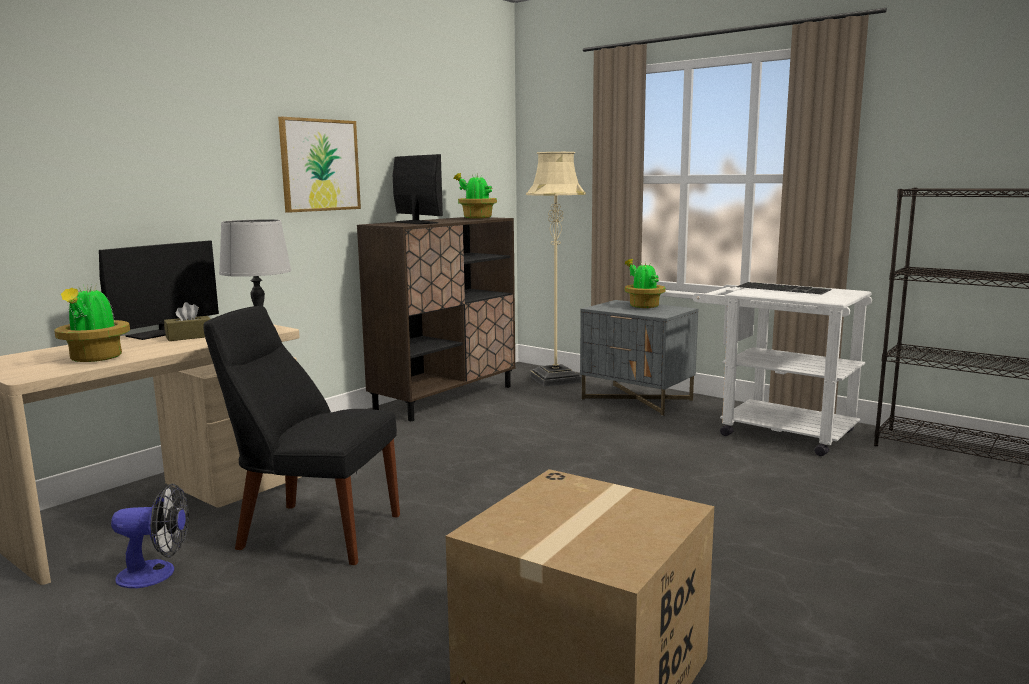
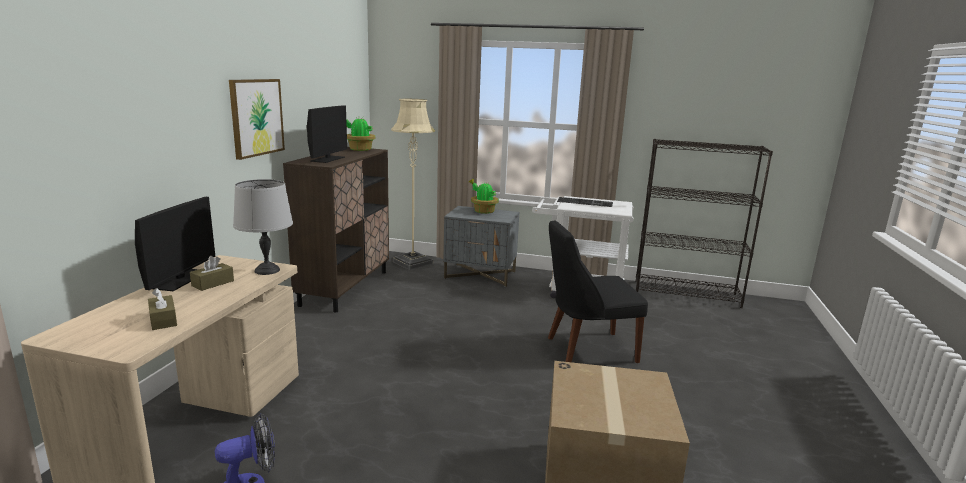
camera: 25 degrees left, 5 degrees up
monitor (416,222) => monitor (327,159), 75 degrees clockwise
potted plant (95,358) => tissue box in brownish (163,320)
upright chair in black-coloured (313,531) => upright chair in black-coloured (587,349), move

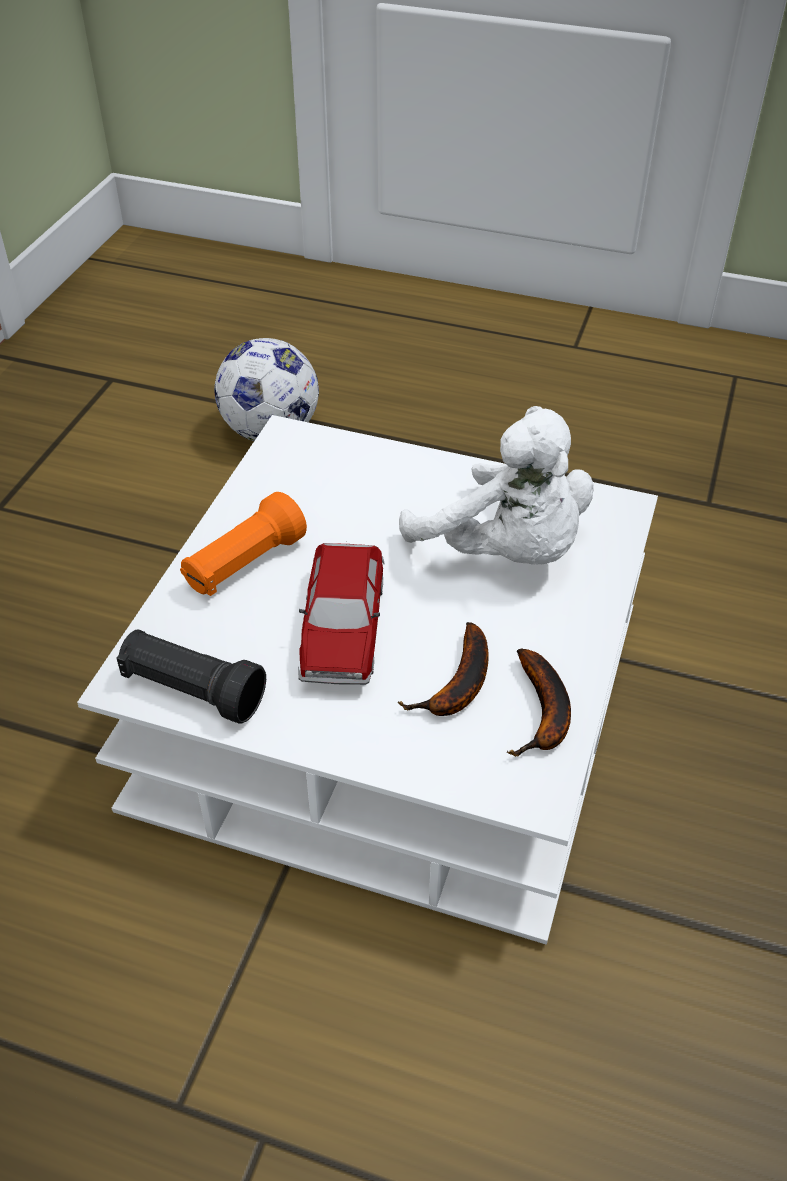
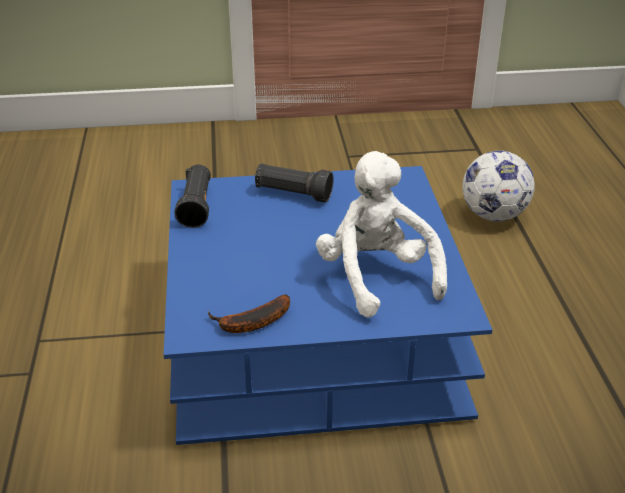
camera: 65 degrees right, 10 degrees down
cuddly toy in whitish (505,551) => cuddly toy in whitish (376,276), 135 degrees clockwise
low table in whitish (393,706) => low table in bluish (312,334)
flashlight in orange-coloured (244,564) => flashlight in black-coloured (293,194)
toy car (342,629) => nothing
banana (457,686) => nothing

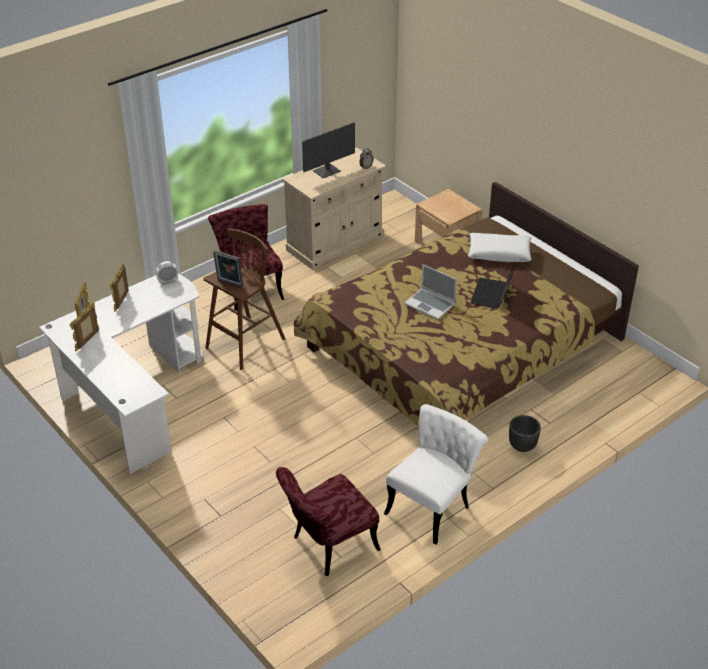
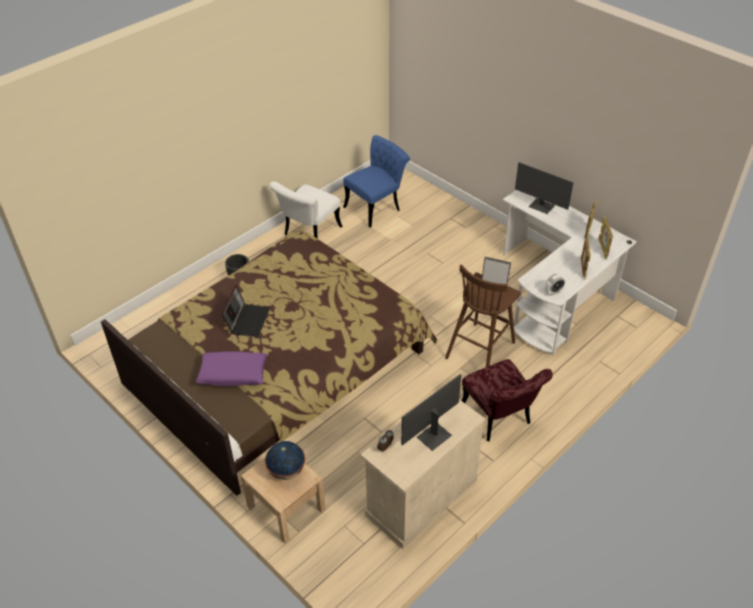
camera: 175 degrees right, 5 degrees up
pillow in whitish (499,253) => pillow in purple-coloured (233,374)
notebook computer (430,305) => nothing
upright chair in red (328,547) => upright chair in bluish (376,206)
nothing => monitor (541,206)
nothing => desk globe (287,471)

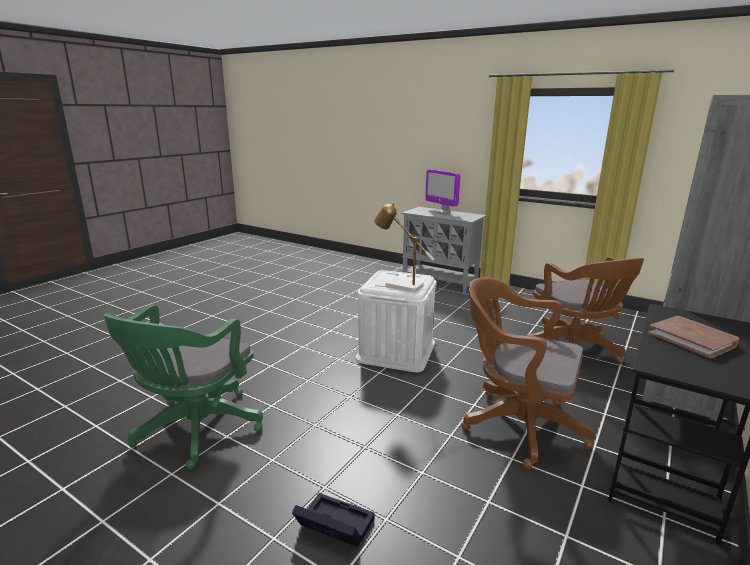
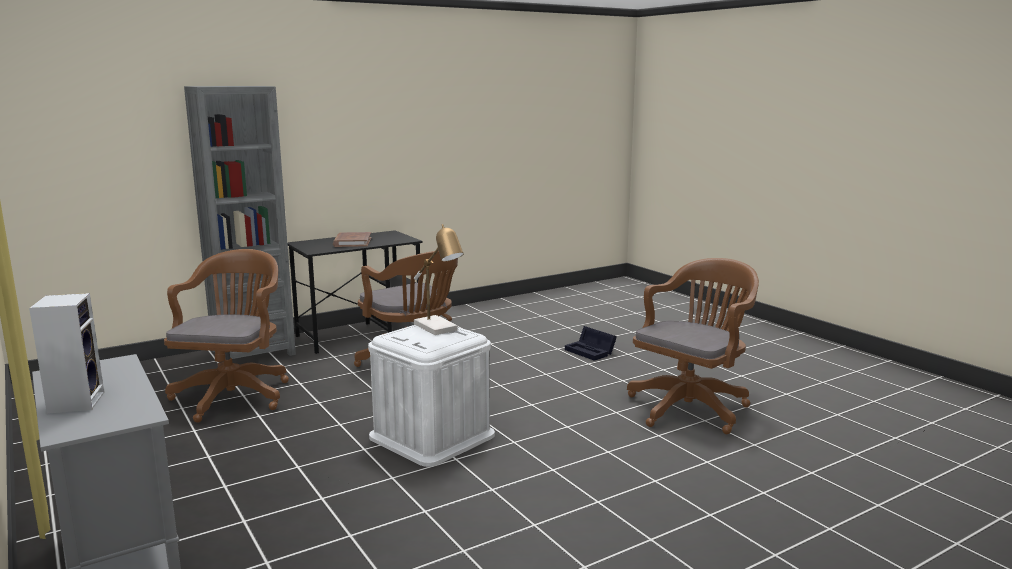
camera: 155 degrees left, 5 degrees down
monitor (441,211) => loudspeaker (76,402)
computer chair in greenish (195,431) => computer chair in brownish (691,407)

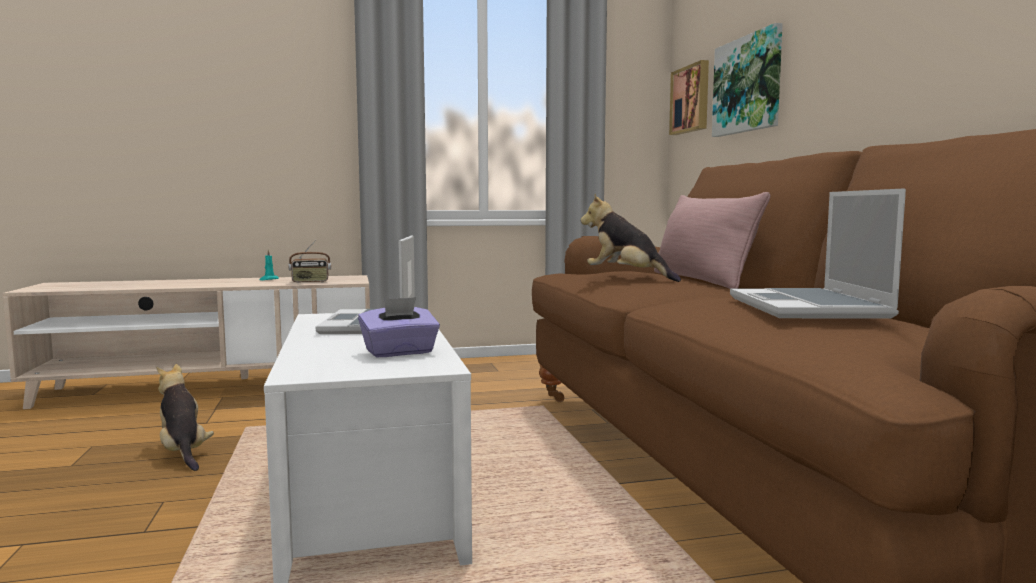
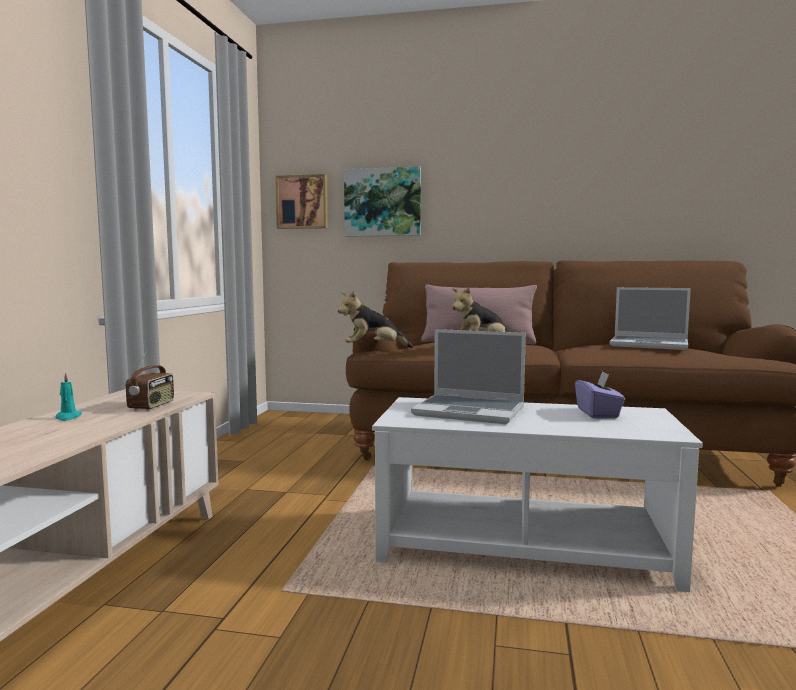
camera: 65 degrees left, 0 degrees up
cuddly toy (183,452) => cuddly toy (373,349), move

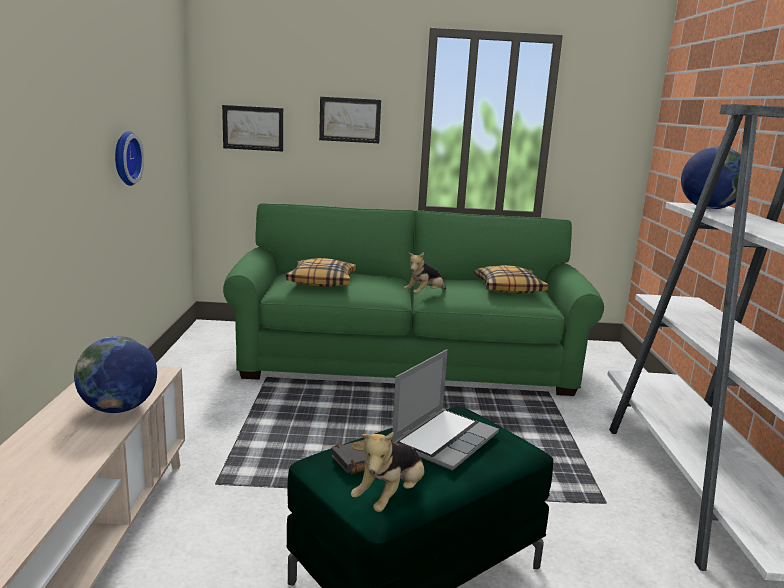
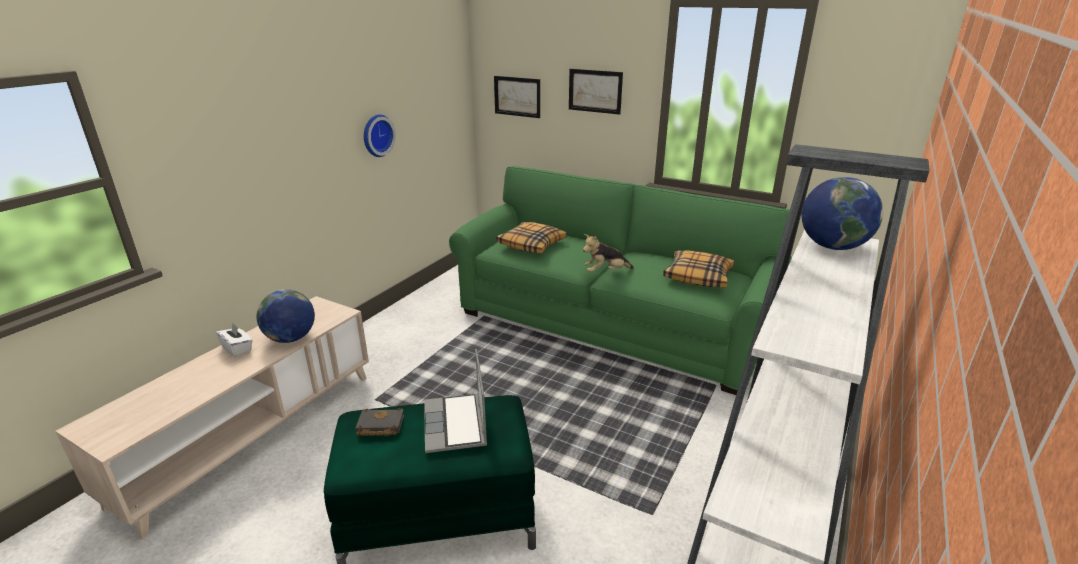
camera: 30 degrees right, 10 degrees up
notebook computer (444,439) => notebook computer (456,425), 105 degrees clockwise
cuddly toy (391,497) => nothing
nothing => tissue box in whitish (237,349)

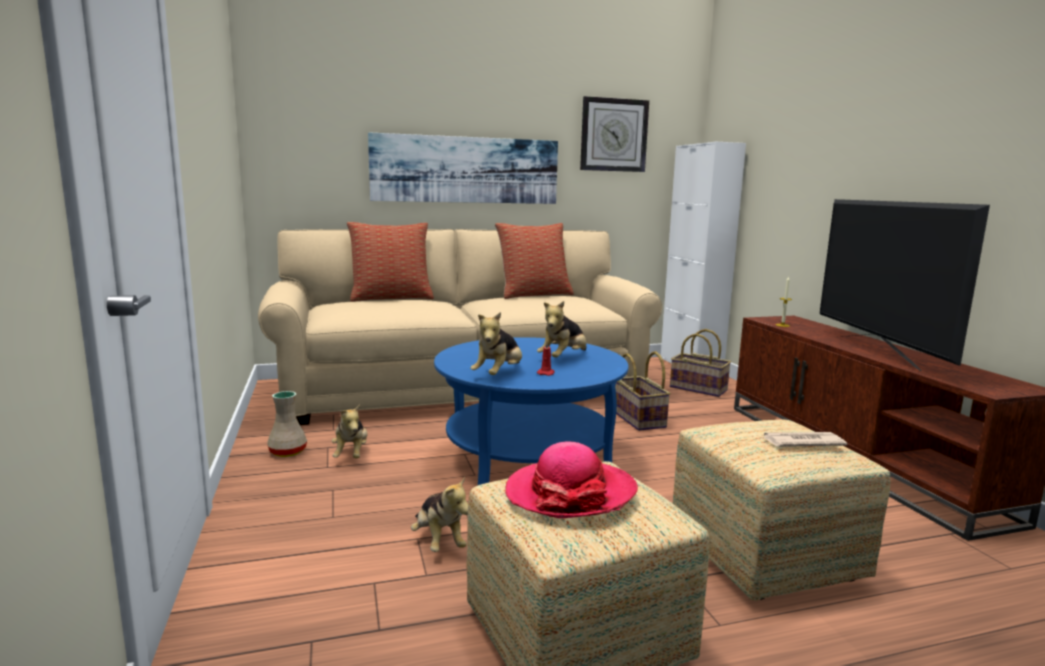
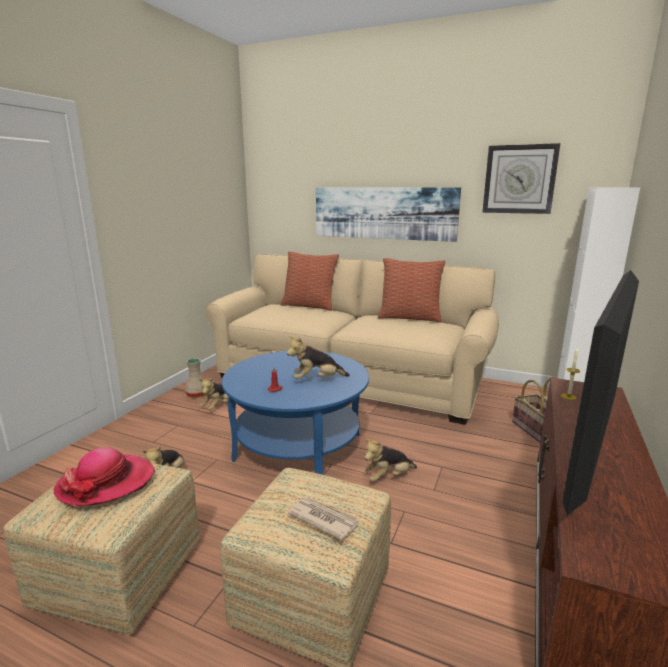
camera: 40 degrees right, 5 degrees up
cuddly toy (498,374) => cuddly toy (388,477), move
household basket (639,419) => nothing

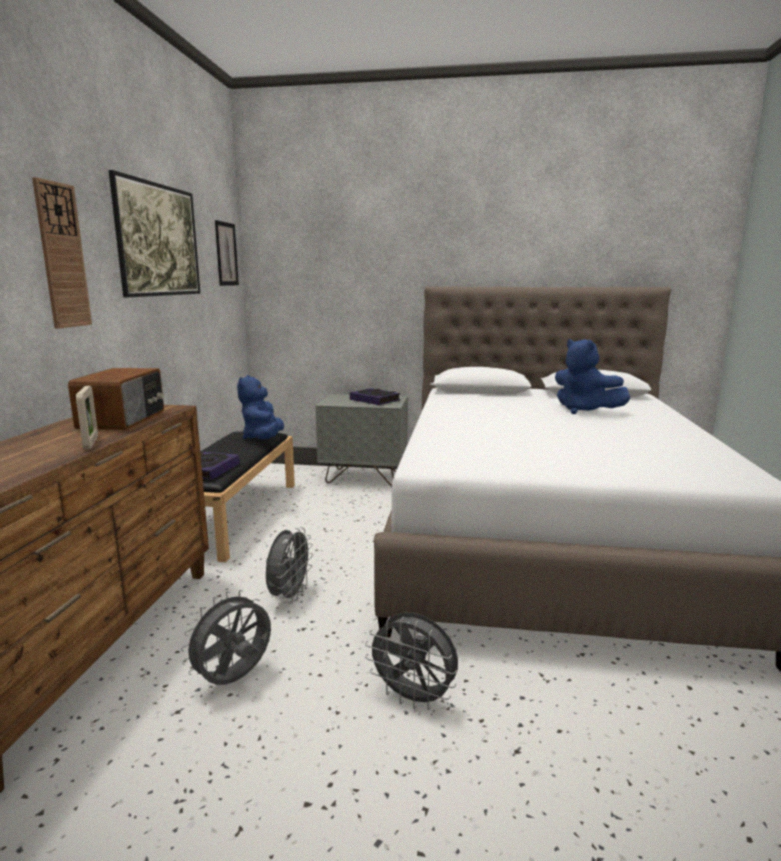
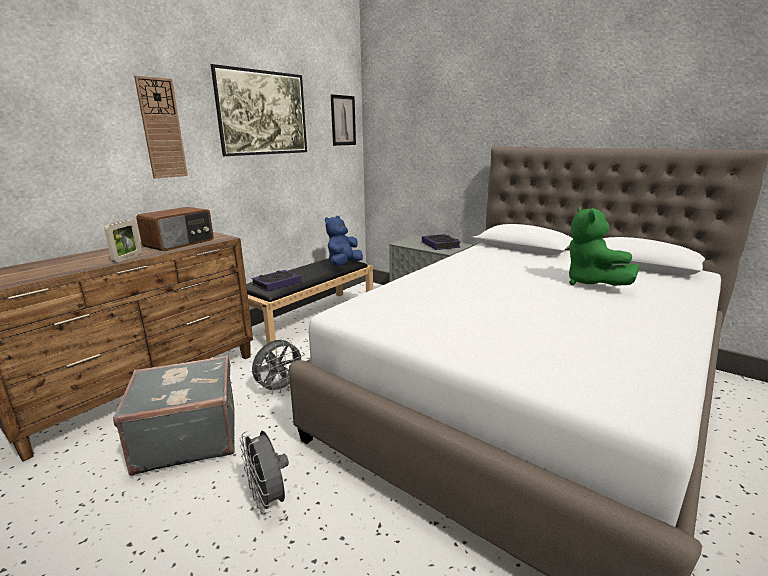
camera: 30 degrees right, 5 degrees up
cuddly toy in bluish (584,410) => cuddly toy in greenish (591,283)
cooling fan in greyish (234,680) => suitcase in greyish (188,437)

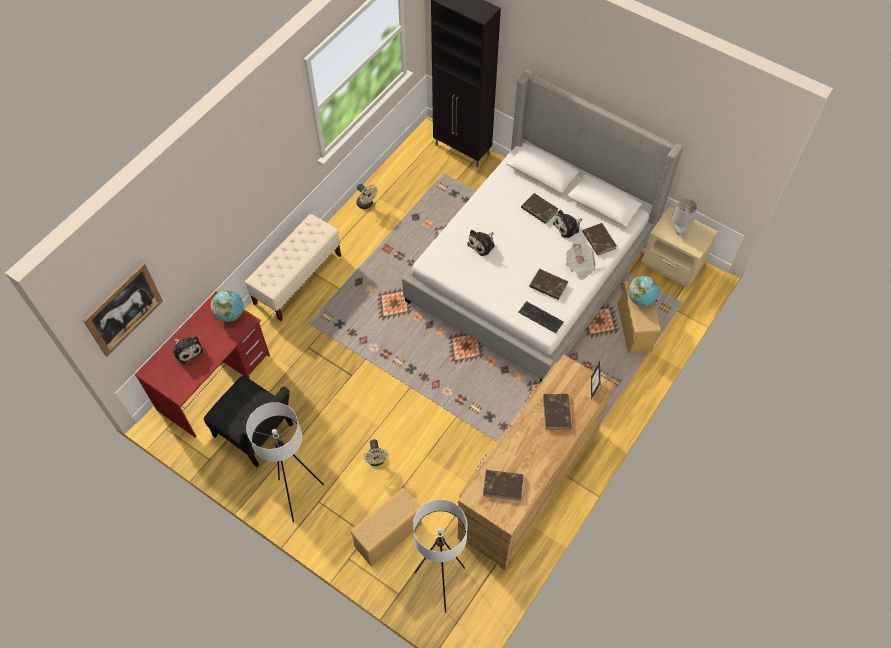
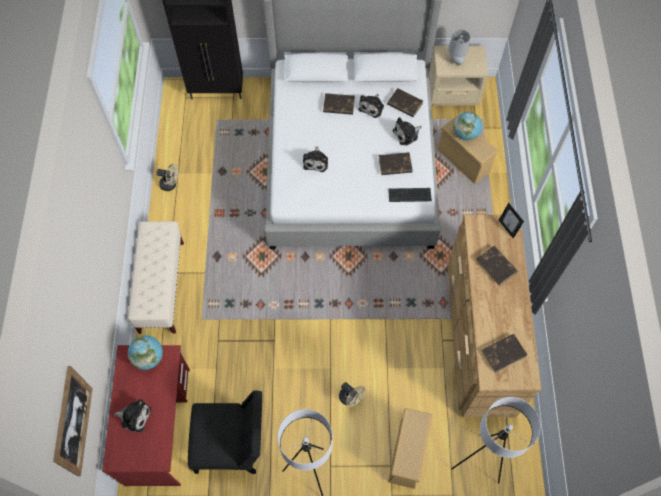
camera: 35 degrees left, 5 degrees up
newspaper (580,266) => cuddly toy (406,134)

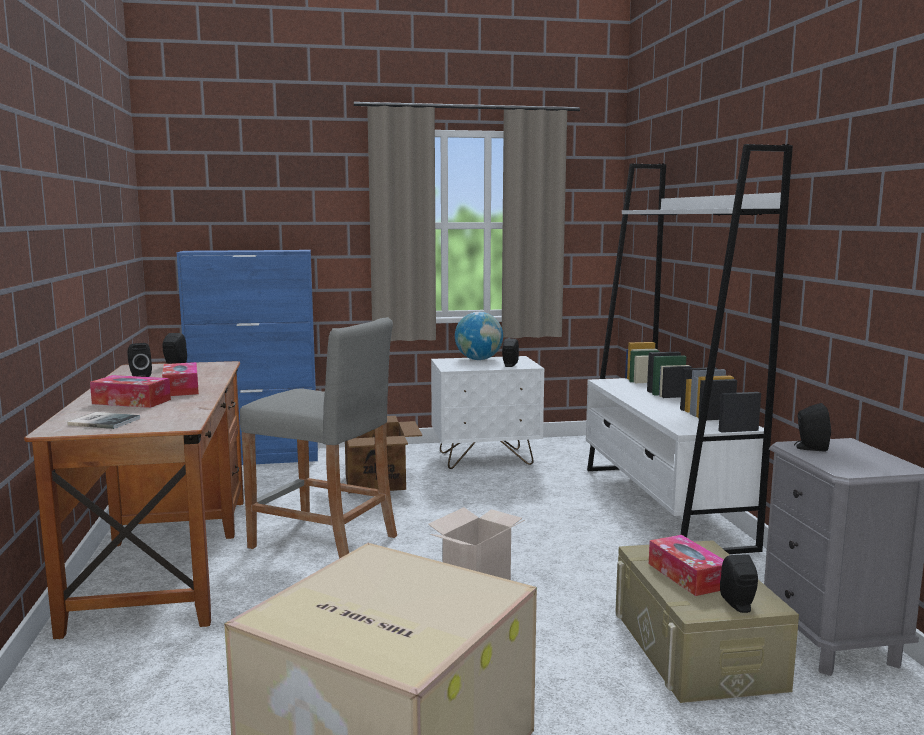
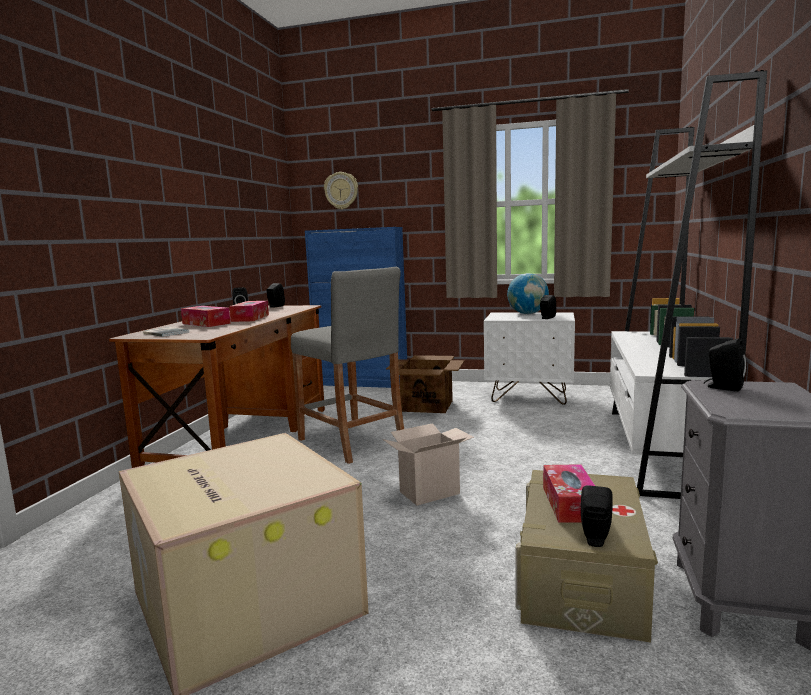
camera: 25 degrees right, 0 degrees up
nothing => hanging clock (341,190)

